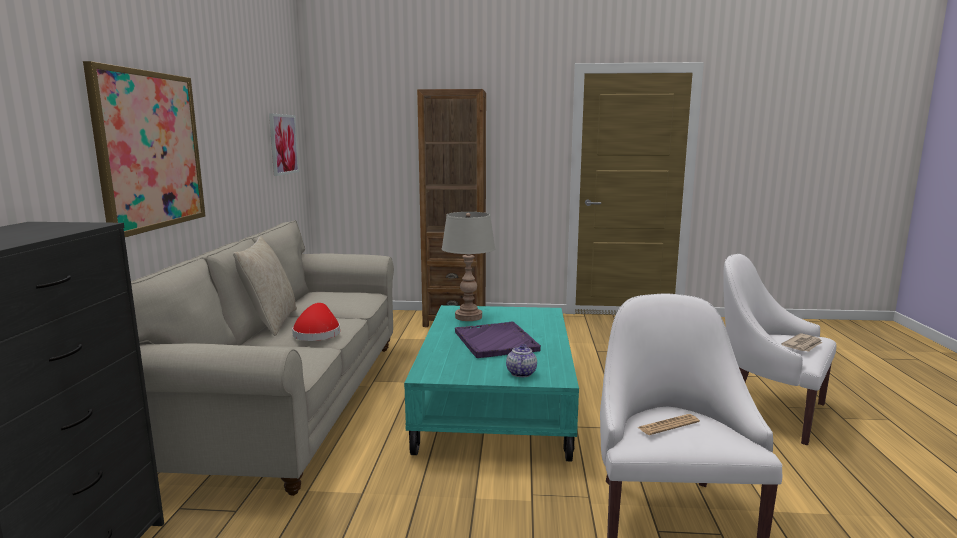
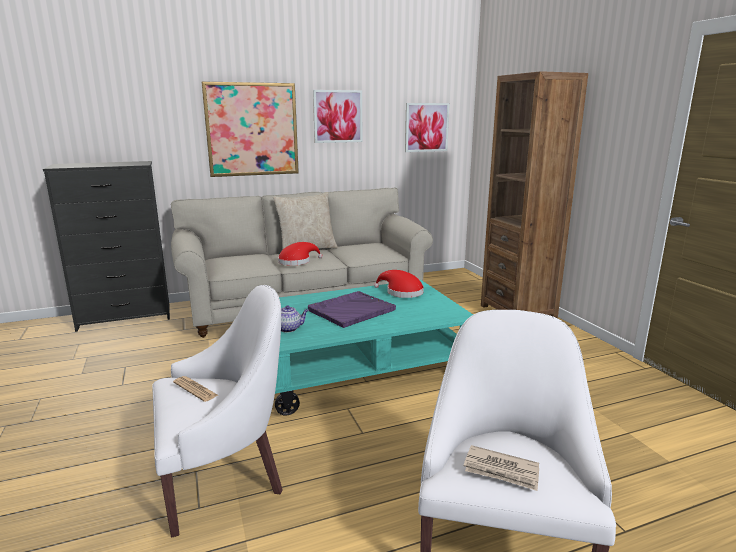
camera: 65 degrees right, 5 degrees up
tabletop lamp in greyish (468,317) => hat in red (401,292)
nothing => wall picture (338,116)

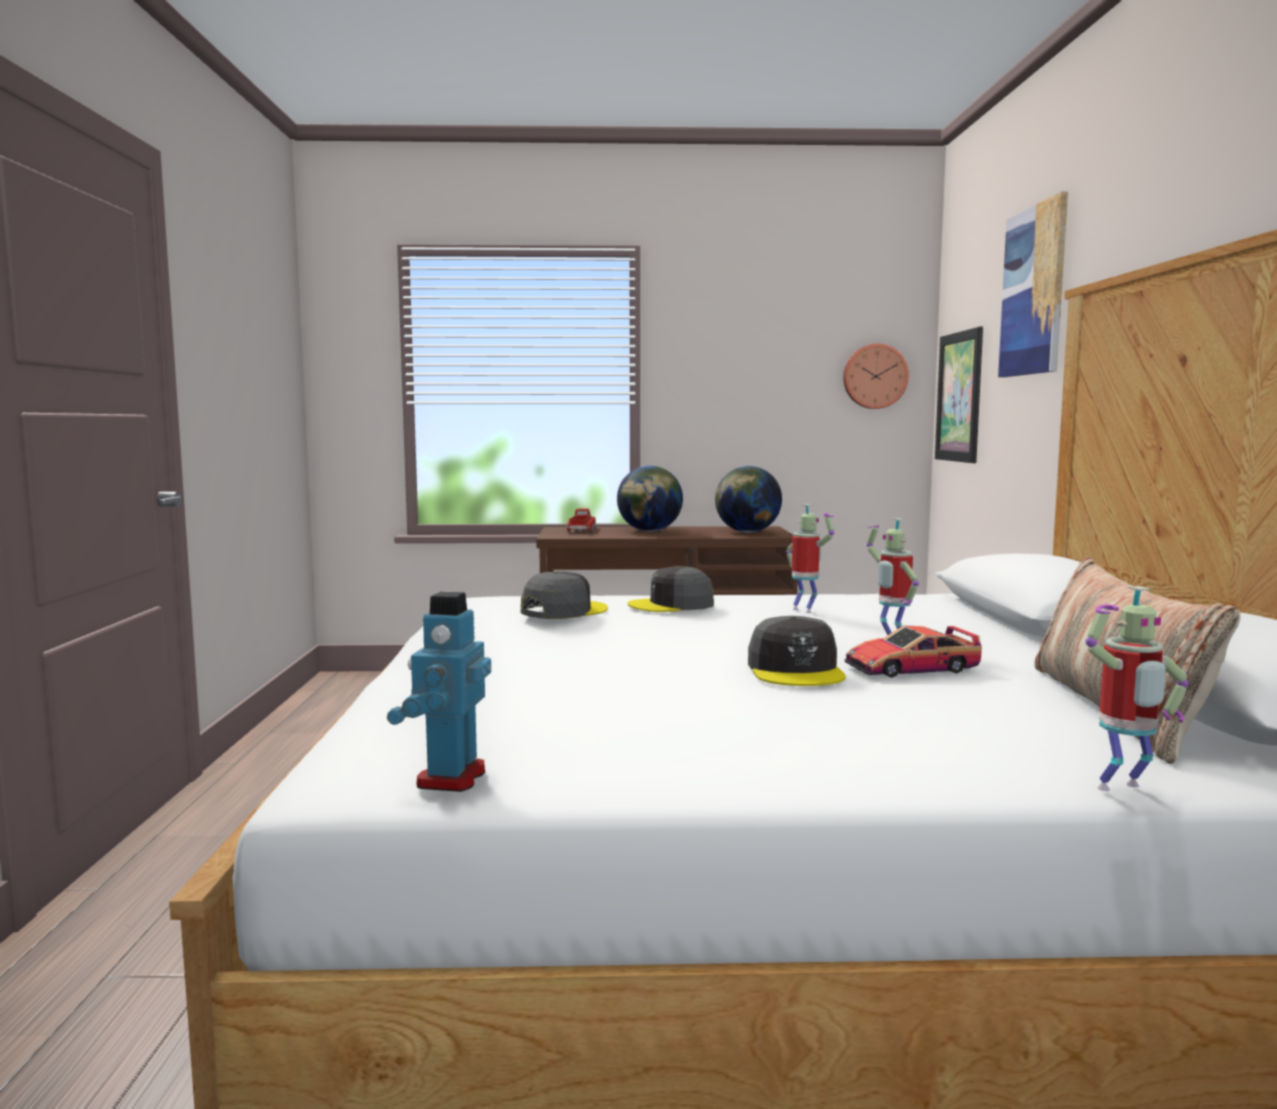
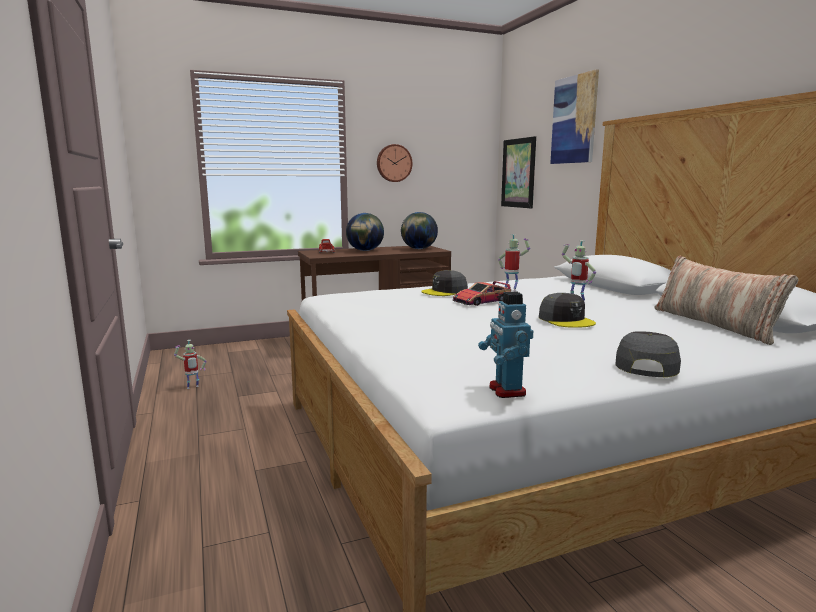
camera: 20 degrees left, 5 degrees up
hanging clock (874,376) => hanging clock (393,163), move
cap in greyish (563,611) => cap in greyish (646,365), move
model robot (1122,790) => model robot (193,388), move
toy car (910,668) => toy car (481,301), move

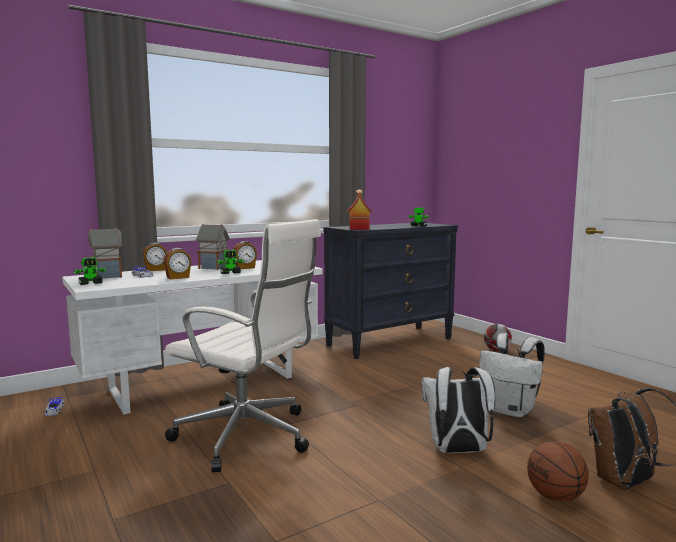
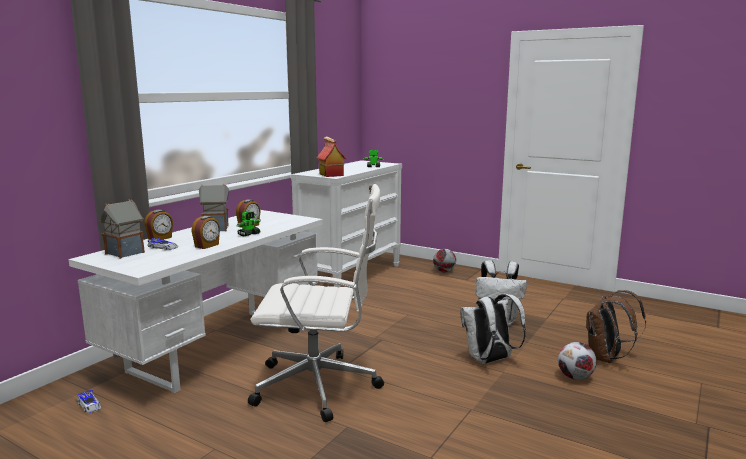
camera: 25 degrees left, 5 degrees up
drawer chest in black-coloured (390,341) => drawer chest in whitish (351,276)
model robot (91,283) => nothing
basketball (556,497) => football (575,377)

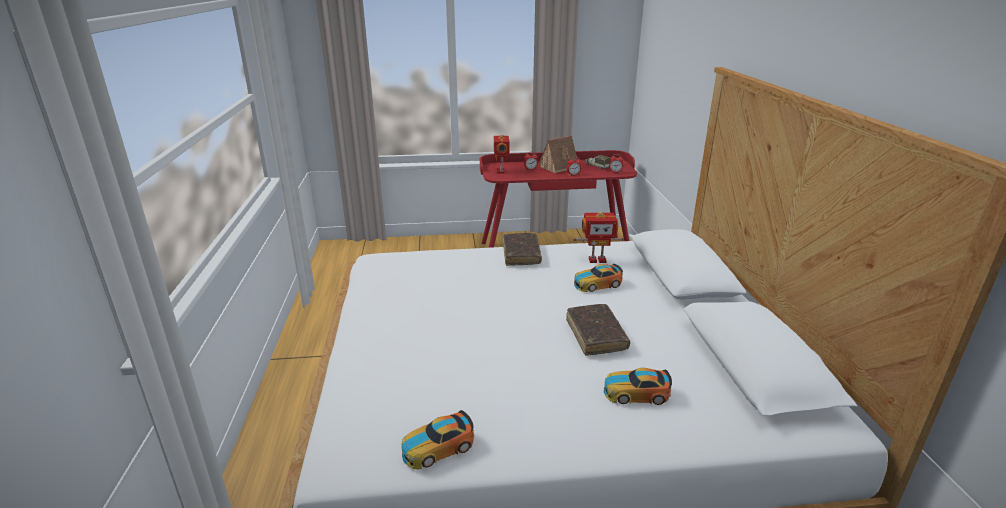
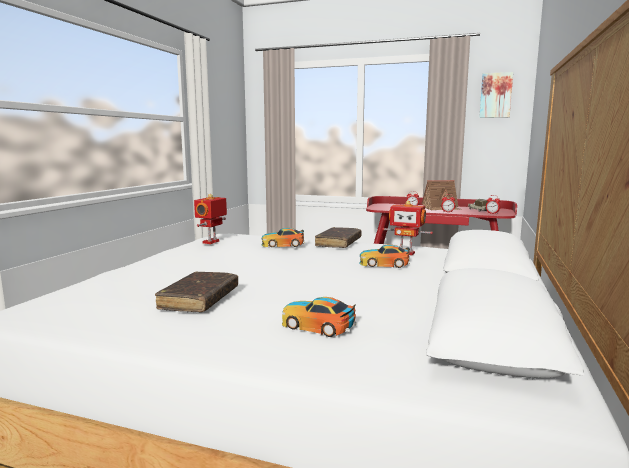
camera: 25 degrees right, 15 degrees down
model robot (501,171) => model robot (212,242), move
volume in brownish (596,335) => volume in brownish (199,300), move
toy car (437,447) => toy car (282,244), move
nothing => wall picture (495,95)

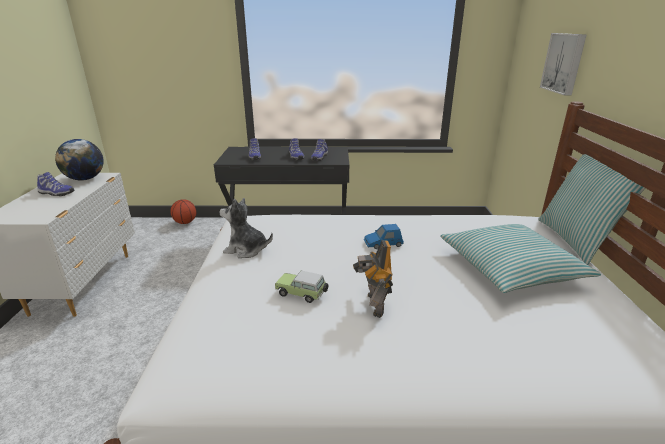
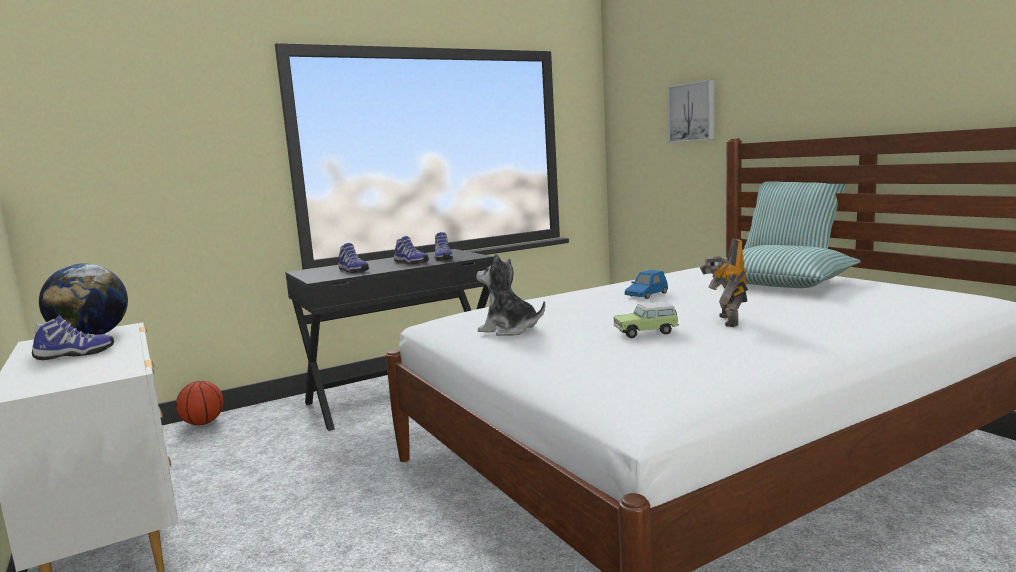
camera: 30 degrees left, 15 degrees down
cuddly toy (246,250) => cuddly toy (509,330), 45 degrees clockwise
model robot (373,305) => model robot (726,321), 45 degrees clockwise

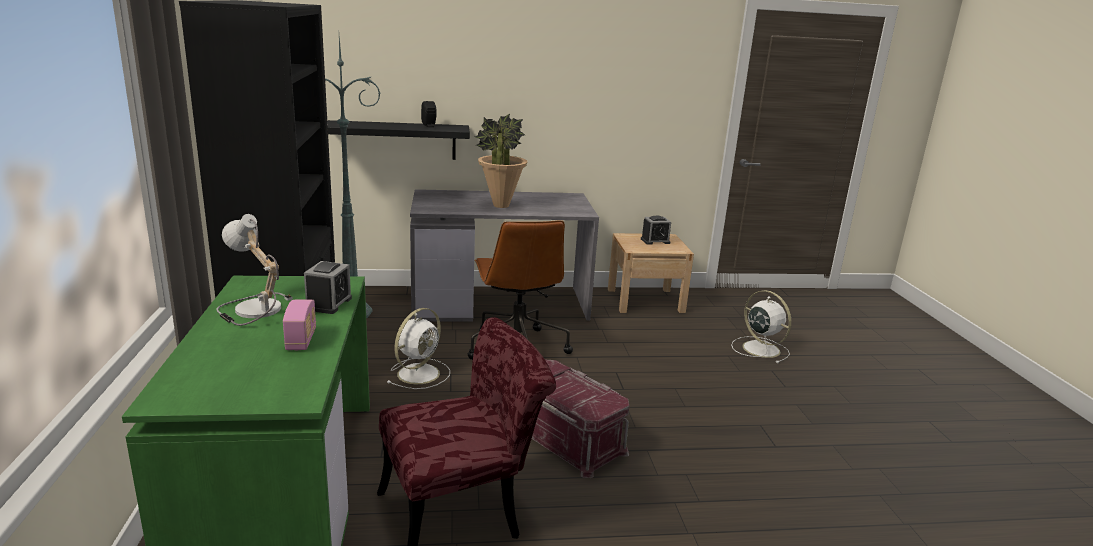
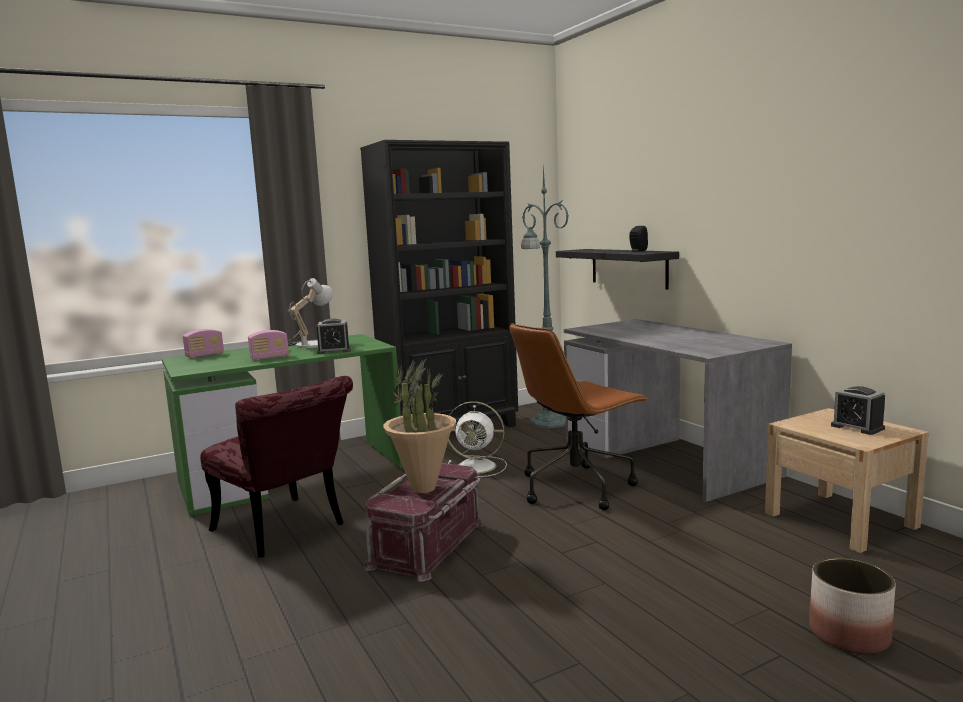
camera: 70 degrees right, 10 degrees down
potted plant (500,205) => potted plant (423,488), move
cooling fan in whitish (759,348) => planter (848,634)
nothing => radio set (205,355)

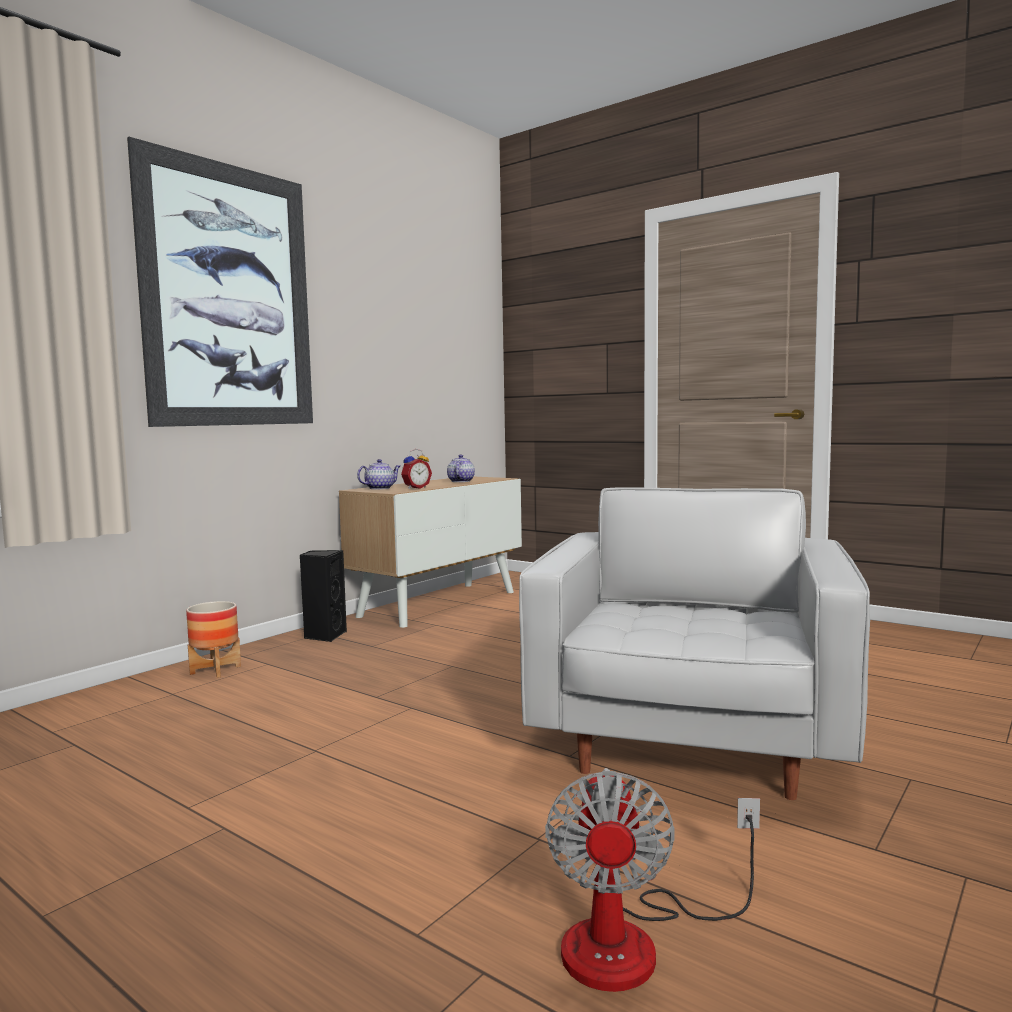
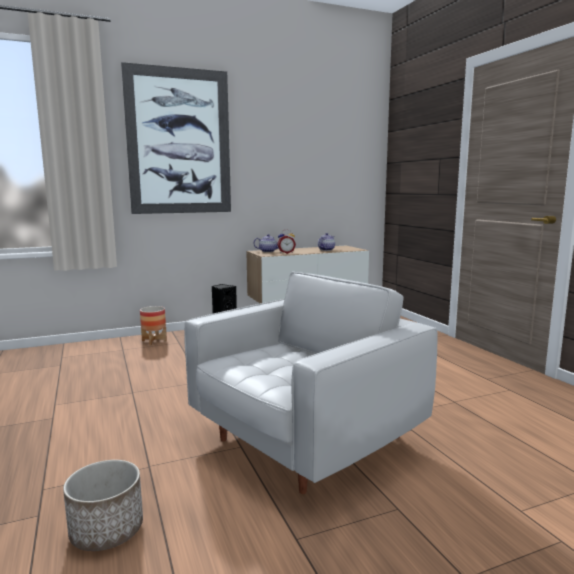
camera: 30 degrees right, 5 degrees up
cooling fan (636,941) => planter (107,530)

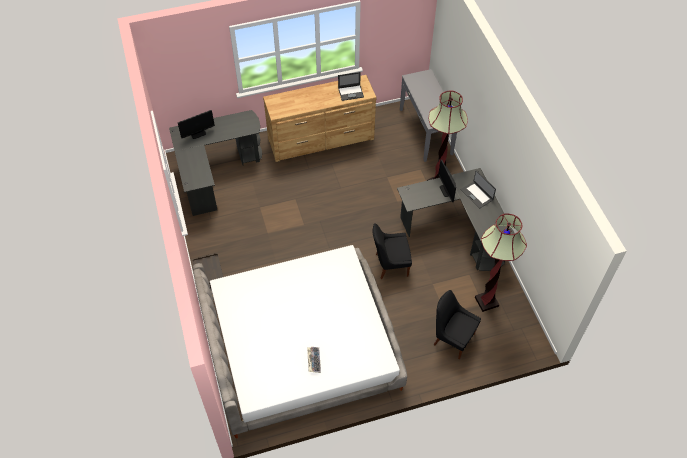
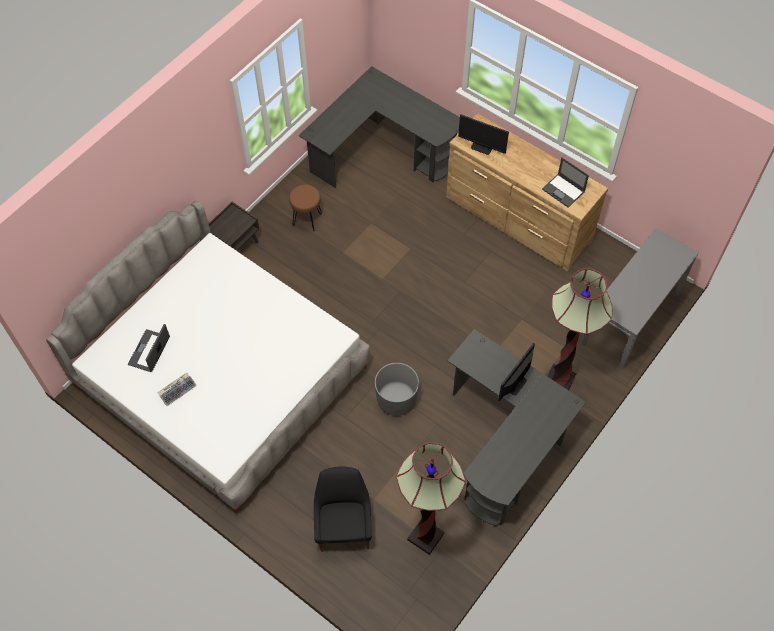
camera: 55 degrees right, 5 degrees up
monitor (198,133) => monitor (482,147), move
notebook computer (477,194) => notebook computer (150,351), move
upright chair in black-coloured (390,265) => planter in greyish (396,399)
nothing => stool in brownish (306,220)

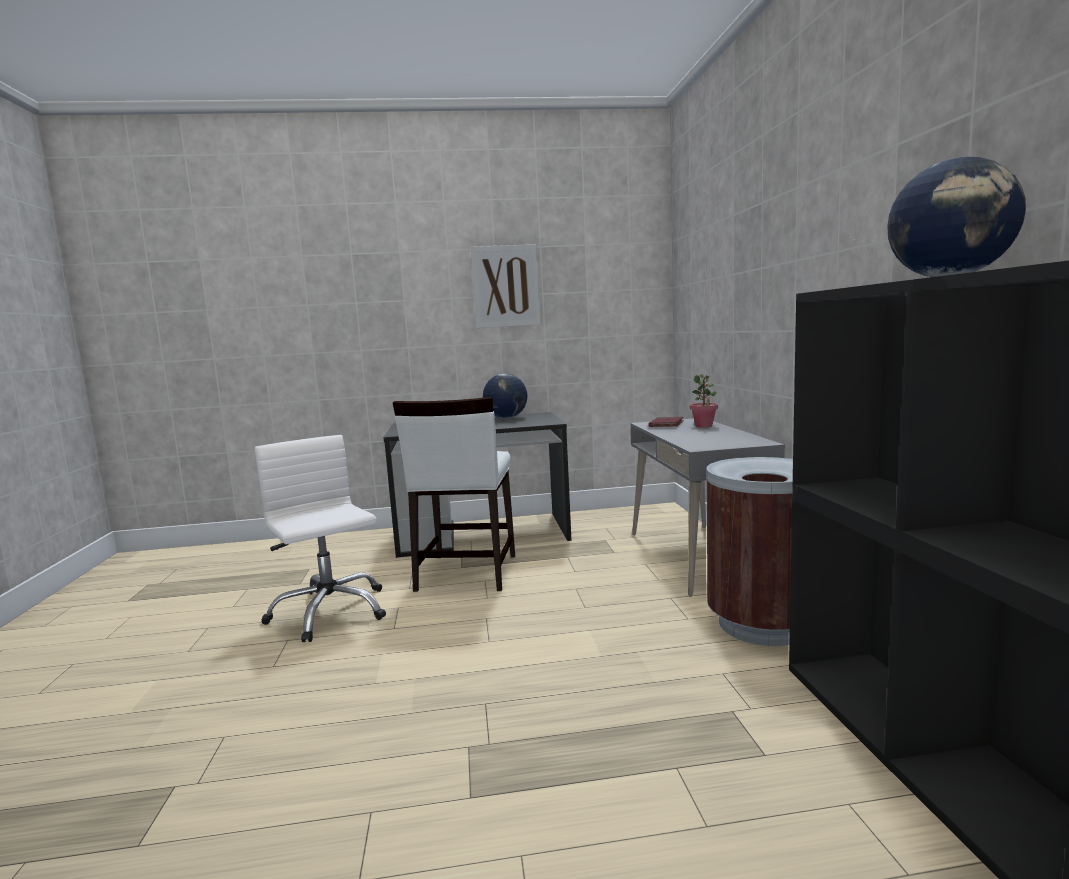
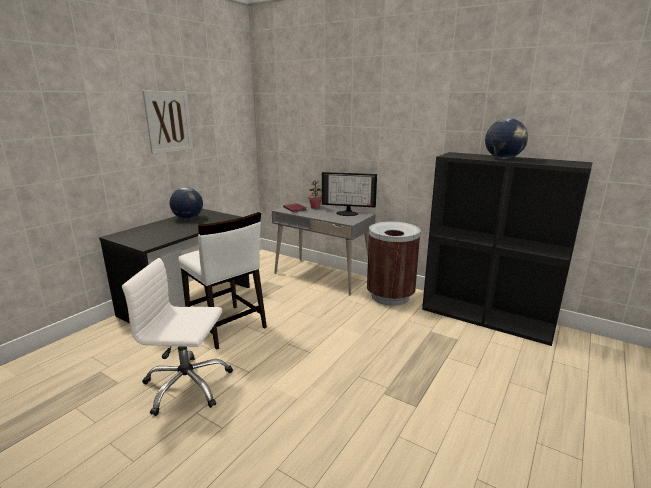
camera: 50 degrees left, 10 degrees up
nothing => monitor (348,213)

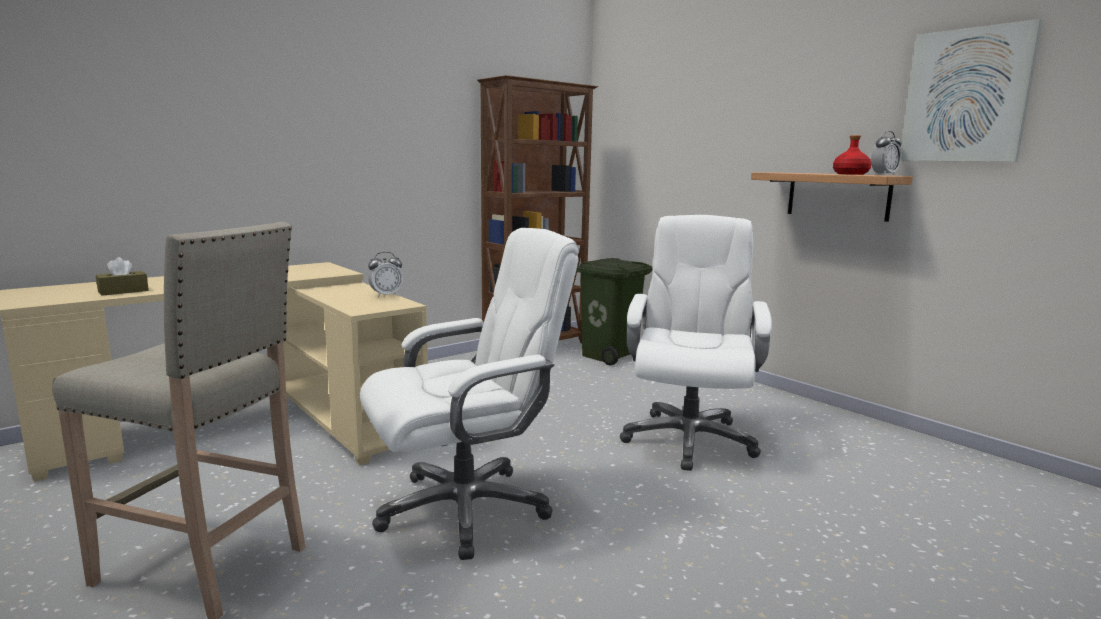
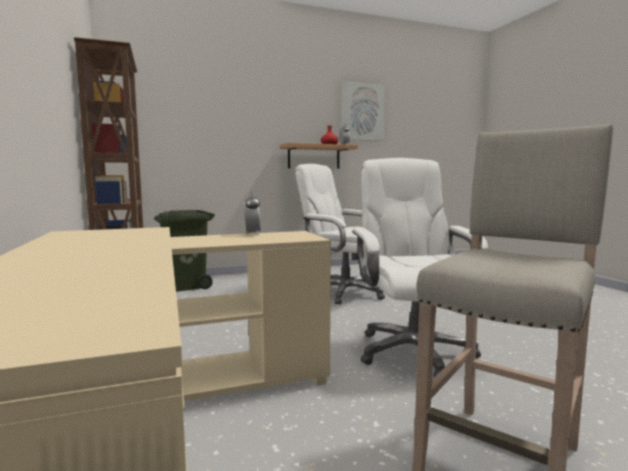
camera: 70 degrees left, 5 degrees down
tissue box in brownish (123,291) => nothing

